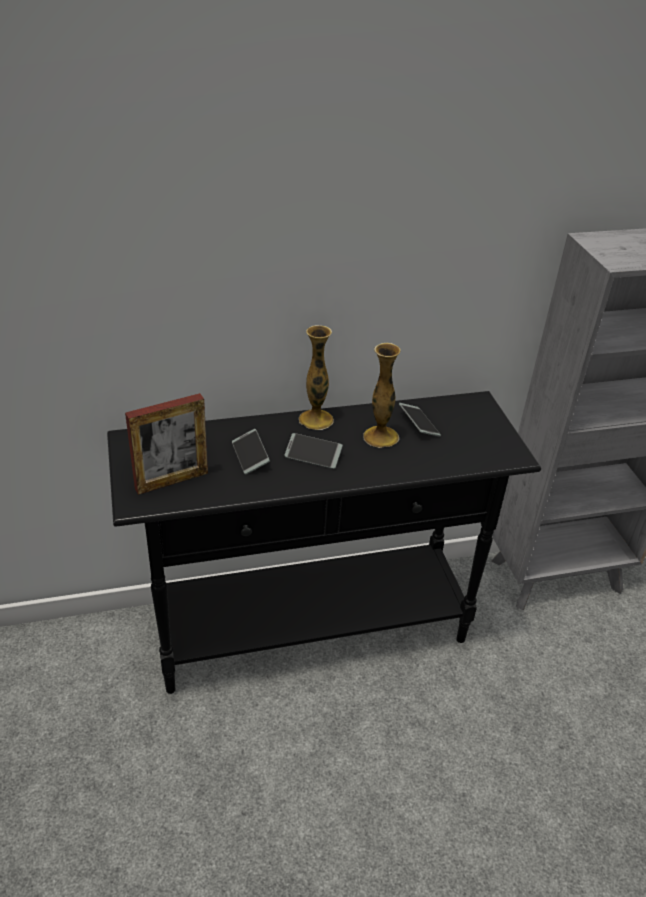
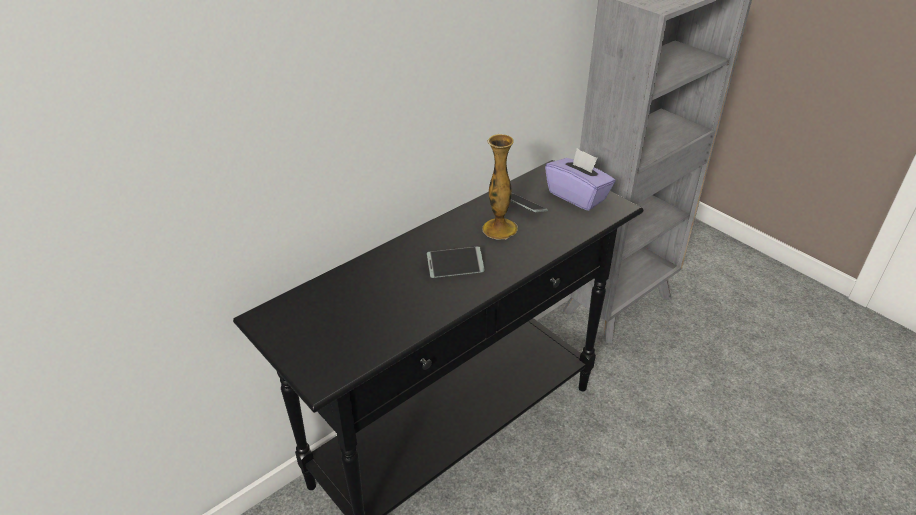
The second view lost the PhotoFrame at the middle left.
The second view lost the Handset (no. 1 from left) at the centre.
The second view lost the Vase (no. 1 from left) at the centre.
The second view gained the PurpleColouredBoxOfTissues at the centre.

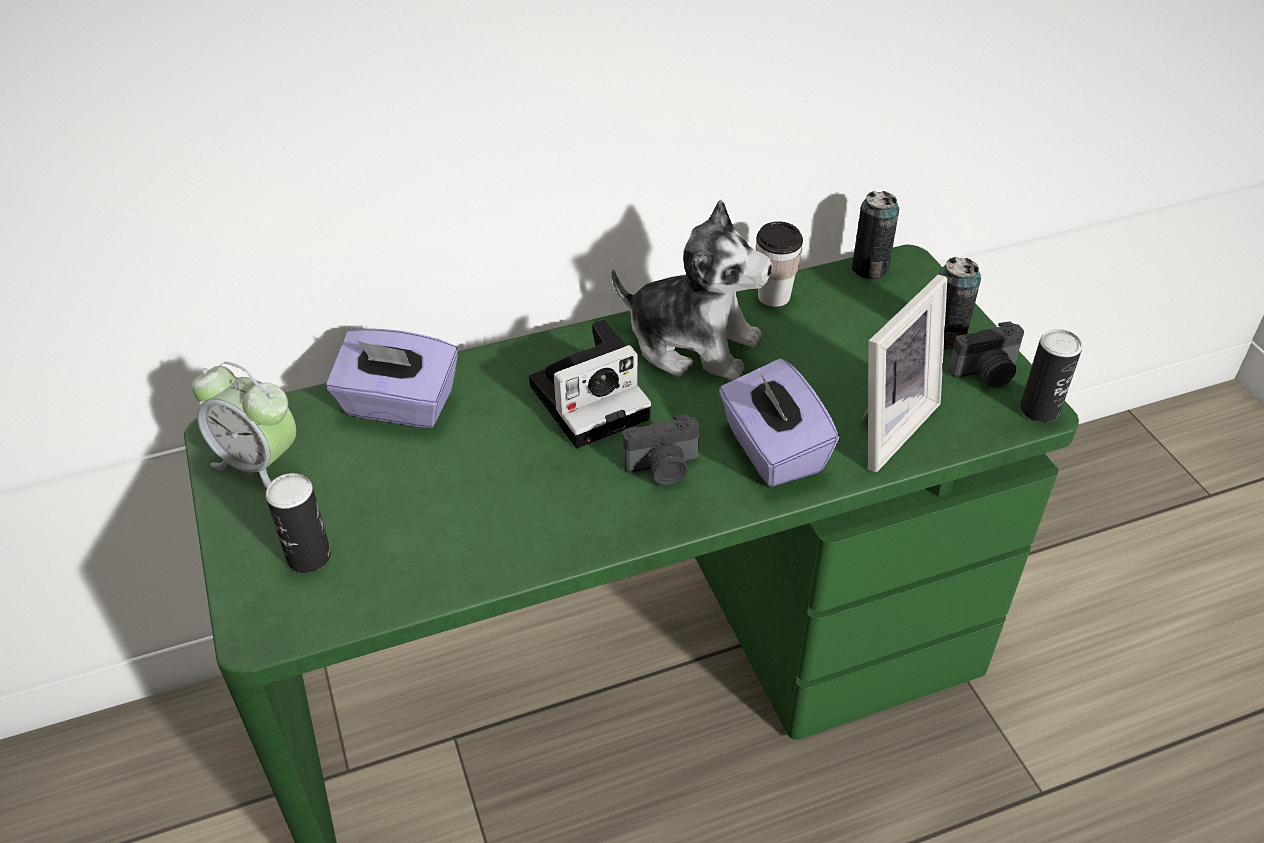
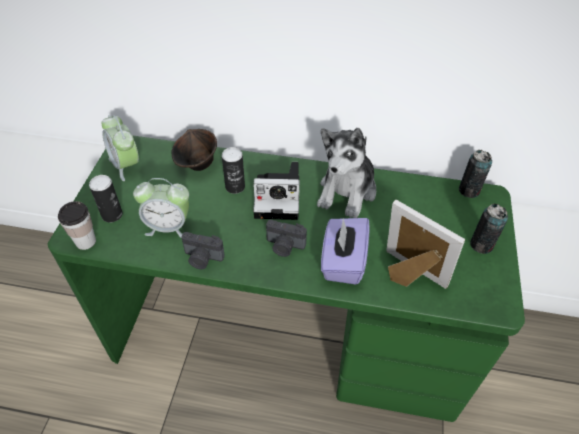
The second view gained the BedsideClock (no. 2 from left) at the middle left.
The SmallCup ended up elsewhere, having gone from the top centre to the middle left.
The PhotoCamera (no. 3 from left in the first image) ended up elsewhere, having gone from the middle right to the centre.
The Can (no. 4 from left in the first image) ended up elsewhere, having gone from the middle right to the centre.
Where the PurpleColouredBoxOfTissues (no. 1 from left) stood at the middle left, the BrownishBowl came to stand at the centre.
The SoftToy at the centre ended up facing another way, 60 degrees clockwise from before.
The PhotoFrame at the middle right ended up facing another way, 120 degrees counterclockwise from before.

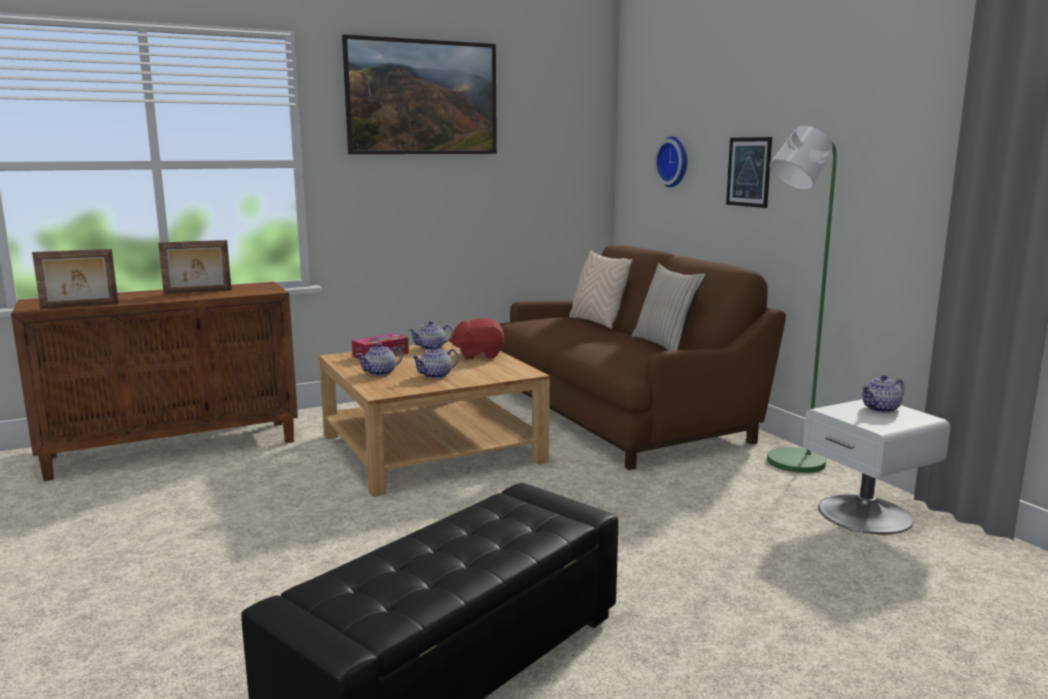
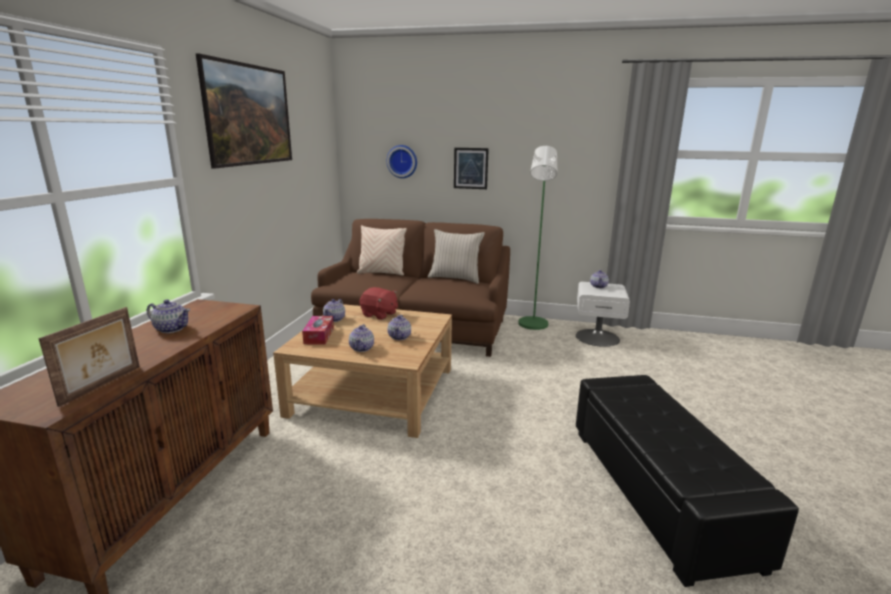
Where the PhotoFrame (no. 2 from left) stood at the middle left, the TeaPot (no. 1 from left) came to stand at the middle left.
The RedSoftToy at the centre ended up facing another way, 90 degrees counterclockwise from before.

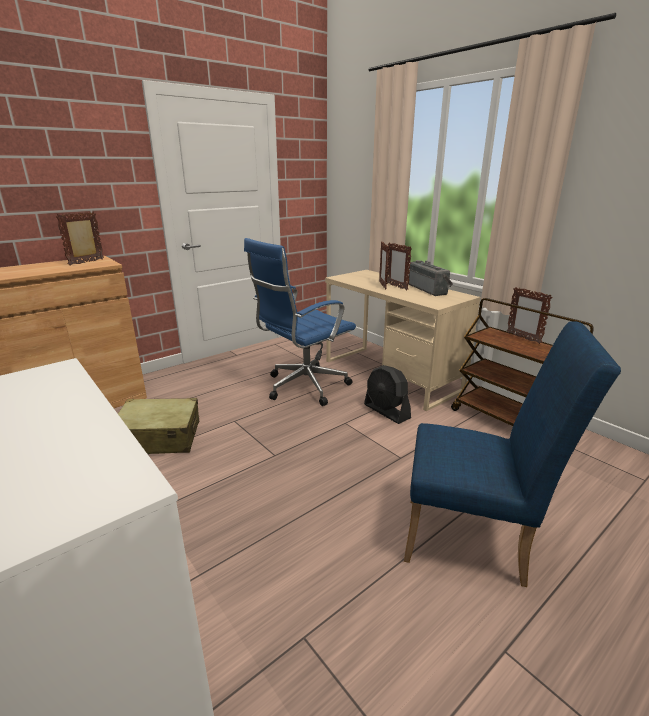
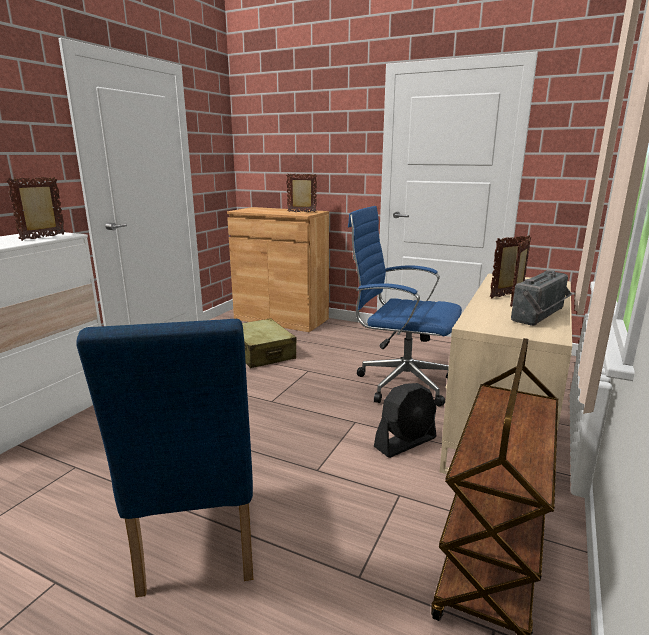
The PhotoFrame (no. 4 from left in the first image) ended up elsewhere, having gone from the middle right to the top left.
The BlackishFan at the centre ended up facing another way, 150 degrees counterclockwise from before.

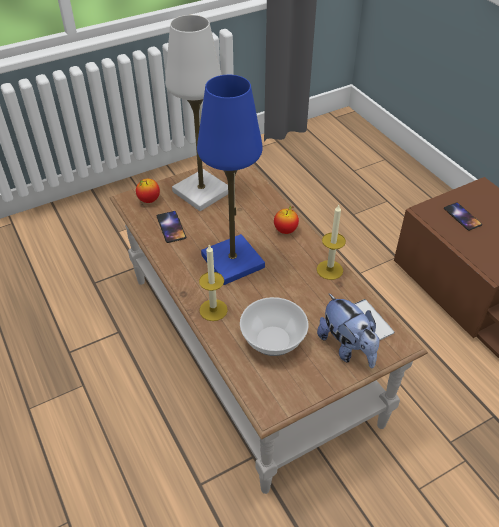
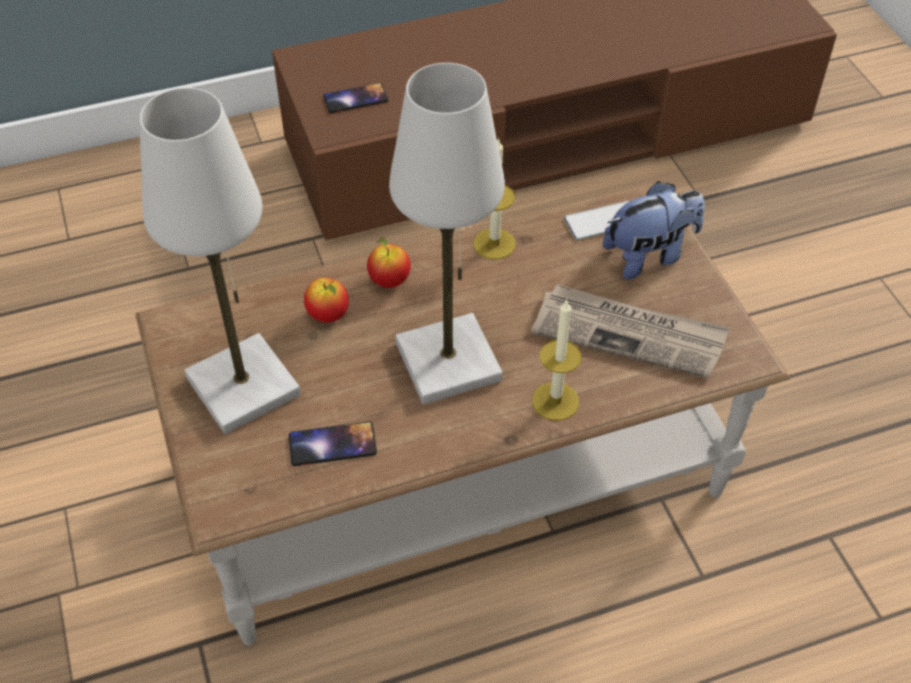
The AppleFruit (no. 1 from left) ended up elsewhere, having gone from the middle left to the centre.
Where the Bowl stood at the centre, the PrintedPaper came to stand at the middle right.
What was the BlueTabletopLamp at the centre turned into the WhitishTabletopLamp (no. 2 from left) at the centre.

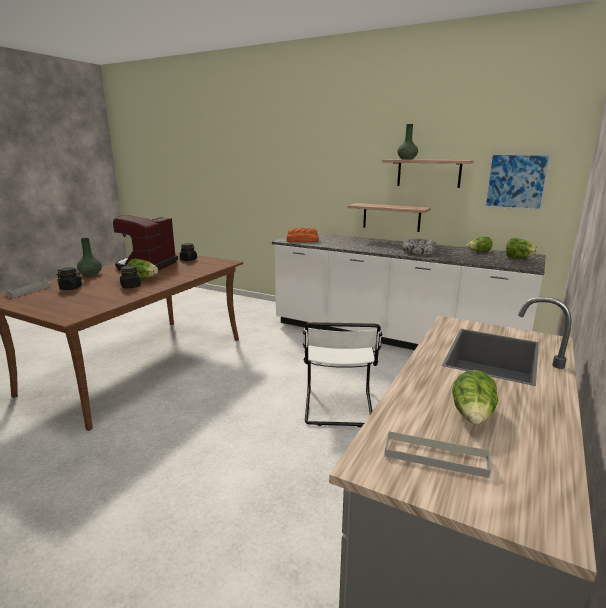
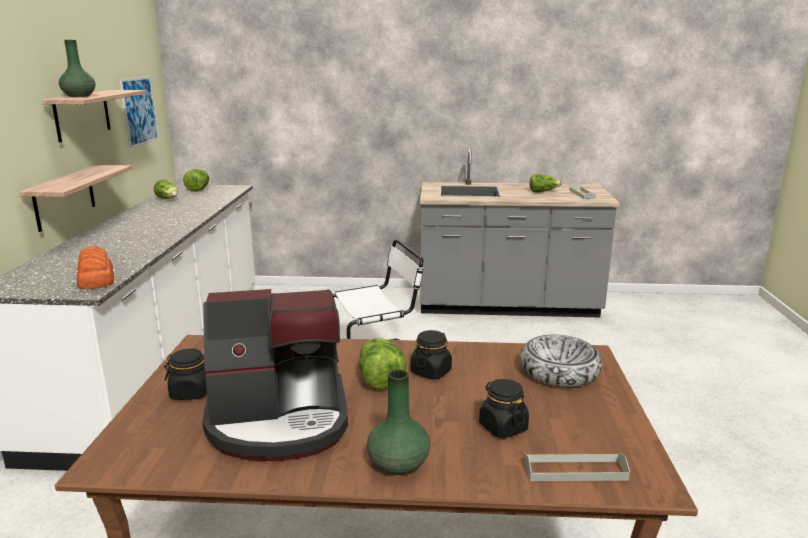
The Bowl ended up elsewhere, having gone from the middle right to the bottom right.

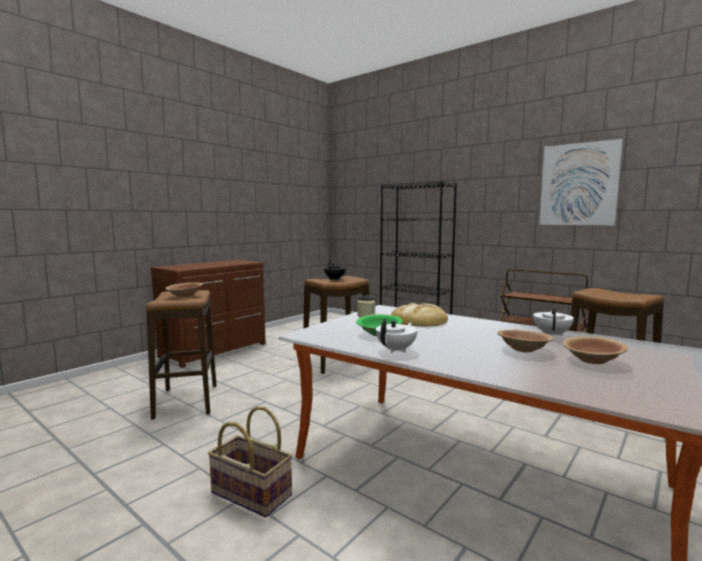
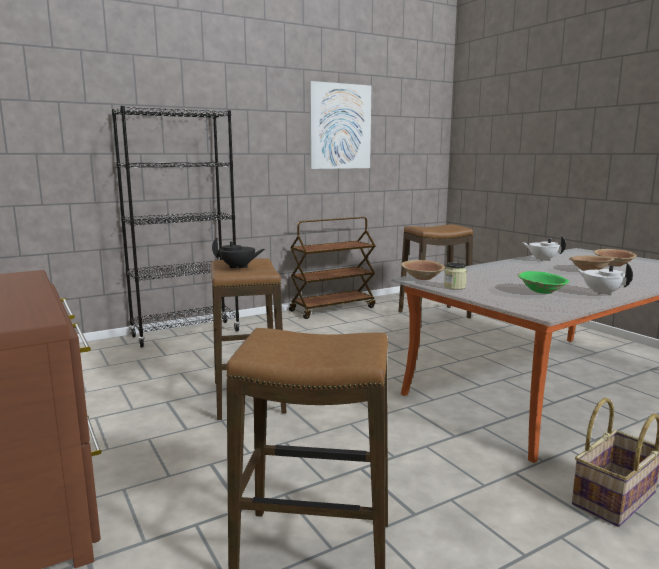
The second view lost the Bread at the centre.
The BrownishBowl (no. 1 from left) ended up elsewhere, having gone from the middle left to the centre.

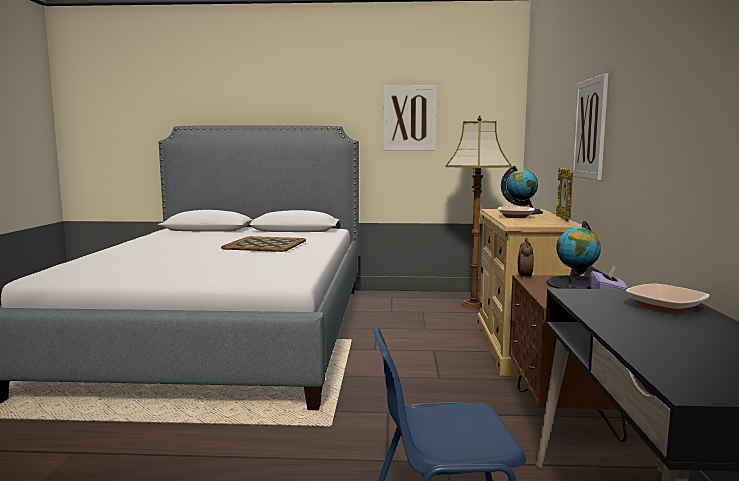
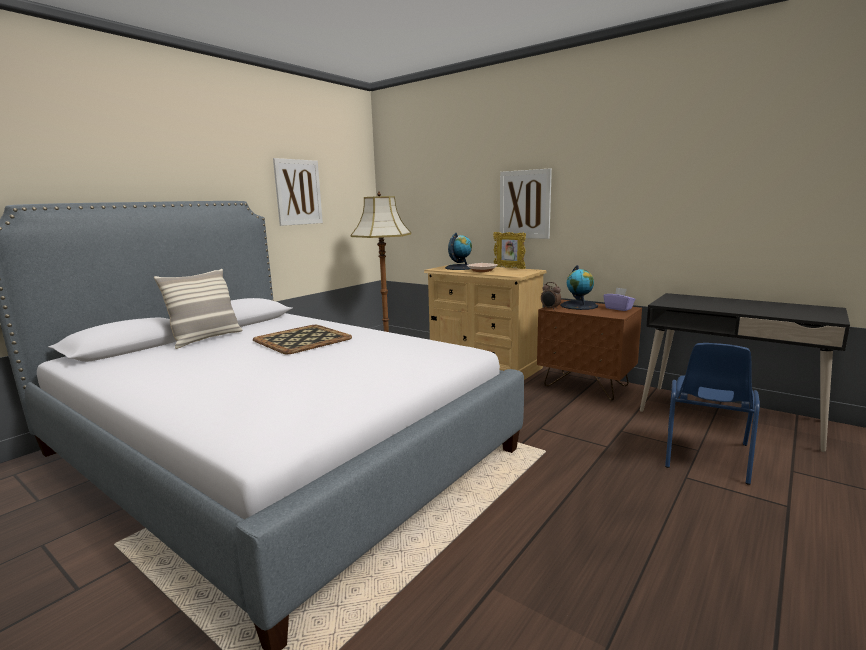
The second view lost the Bowl (no. 2 from left) at the middle right.
The second view gained the Cushion at the middle left.

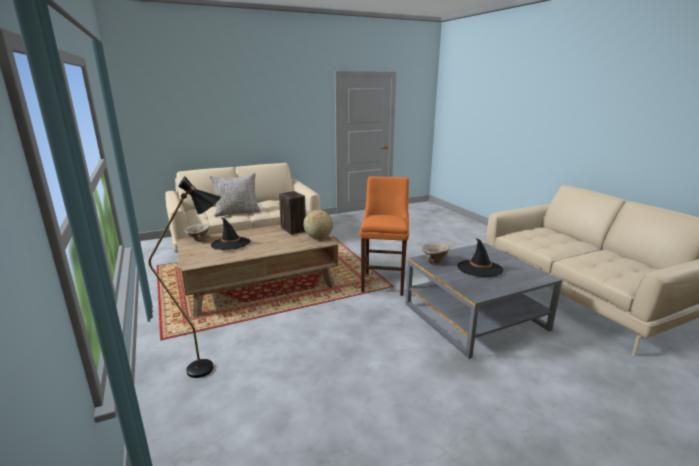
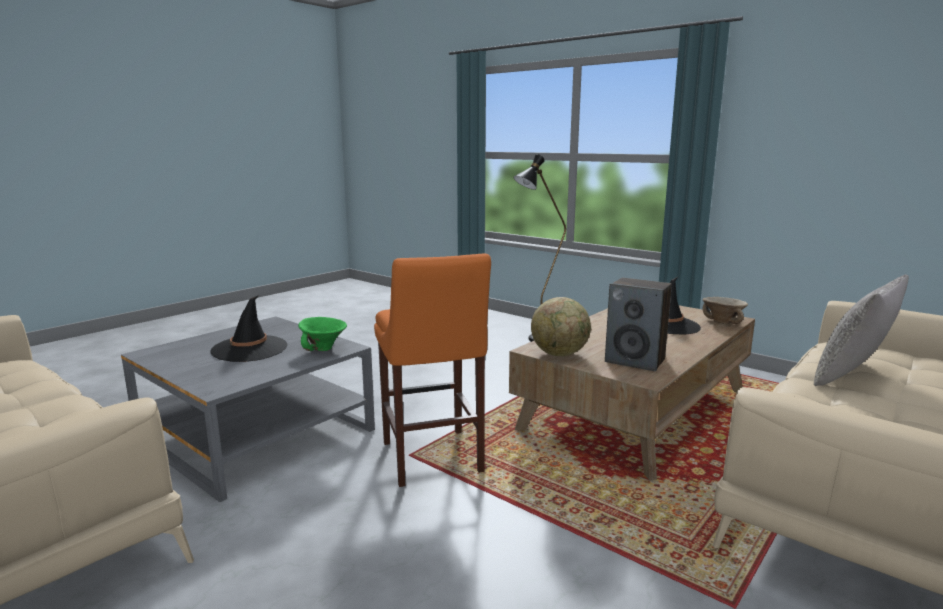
What was the SandColouredBowl (no. 2 from left) at the centre turned into the GreenishBowl at the centre.

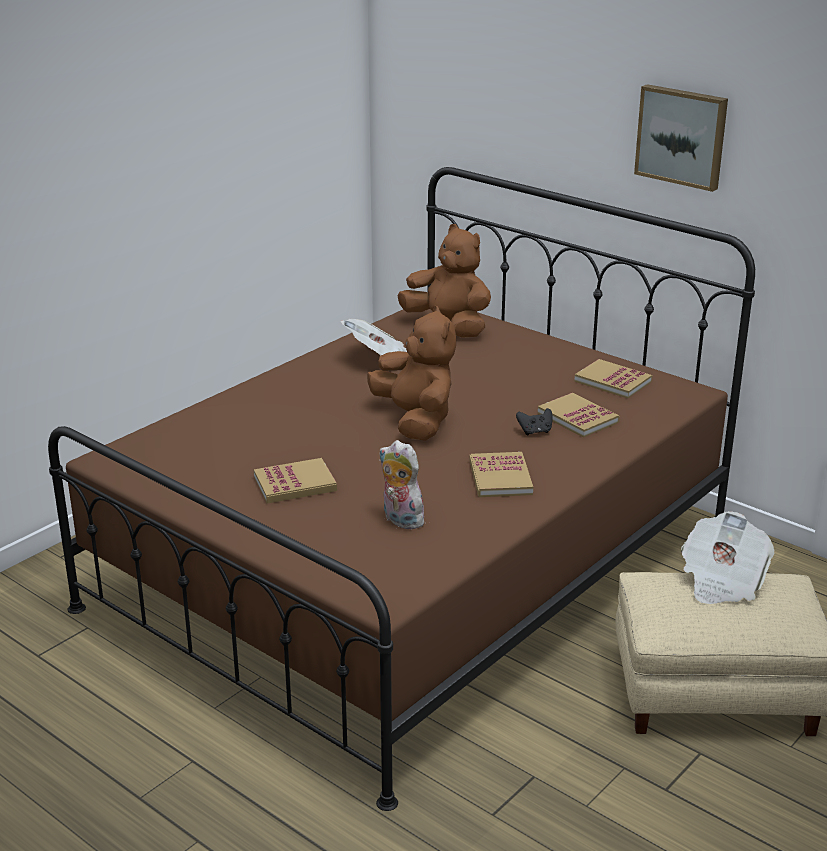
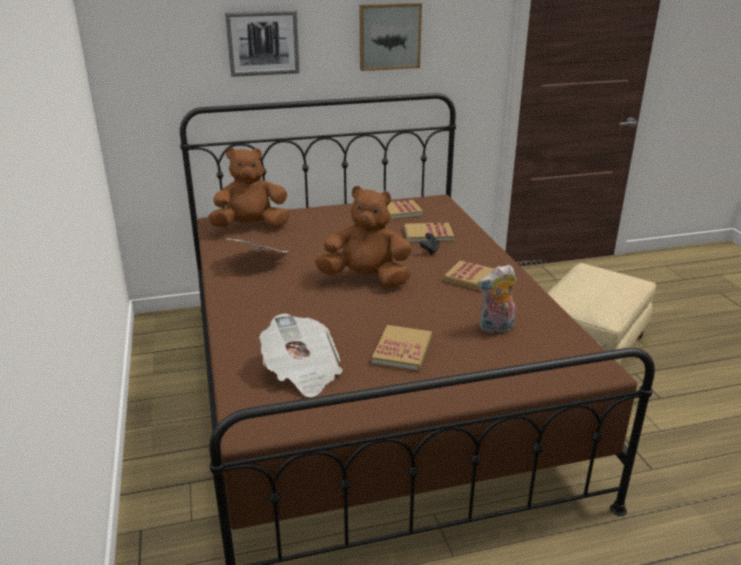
The second view gained the WallPicture (no. 1 from left) at the top centre.
The PrintedPaper (no. 2 from left) ended up elsewhere, having gone from the middle right to the centre.

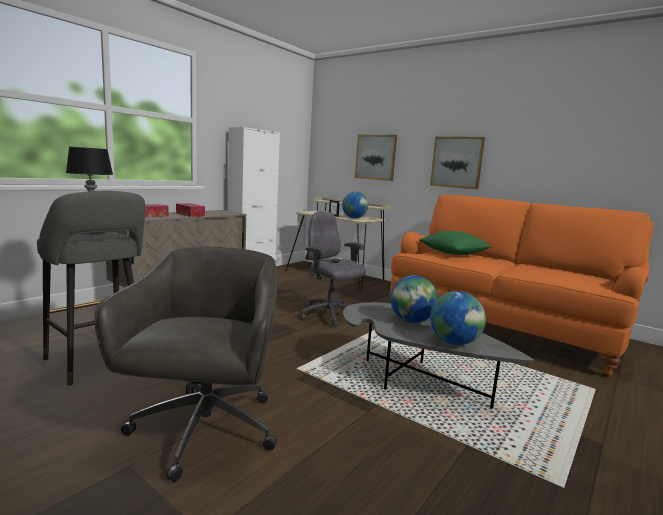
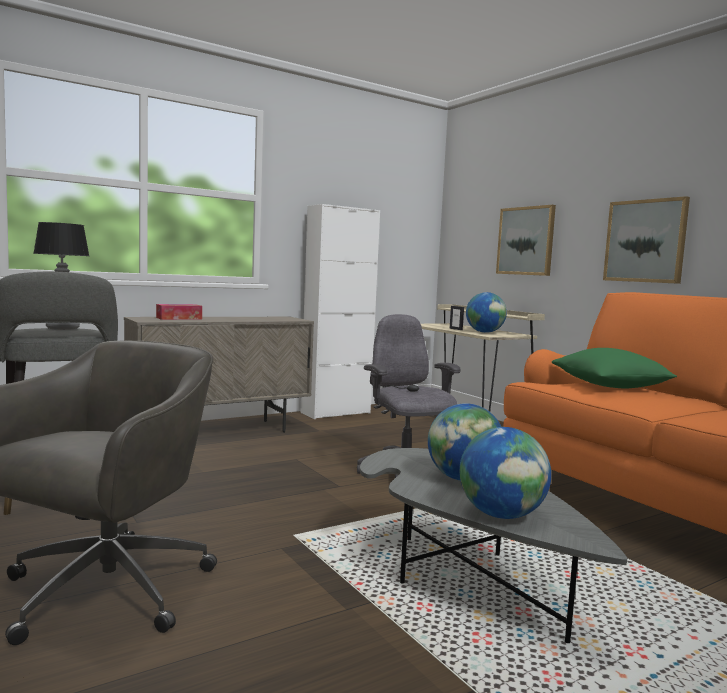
The second view lost the BoxOfTissues (no. 2 from left) at the middle left.

